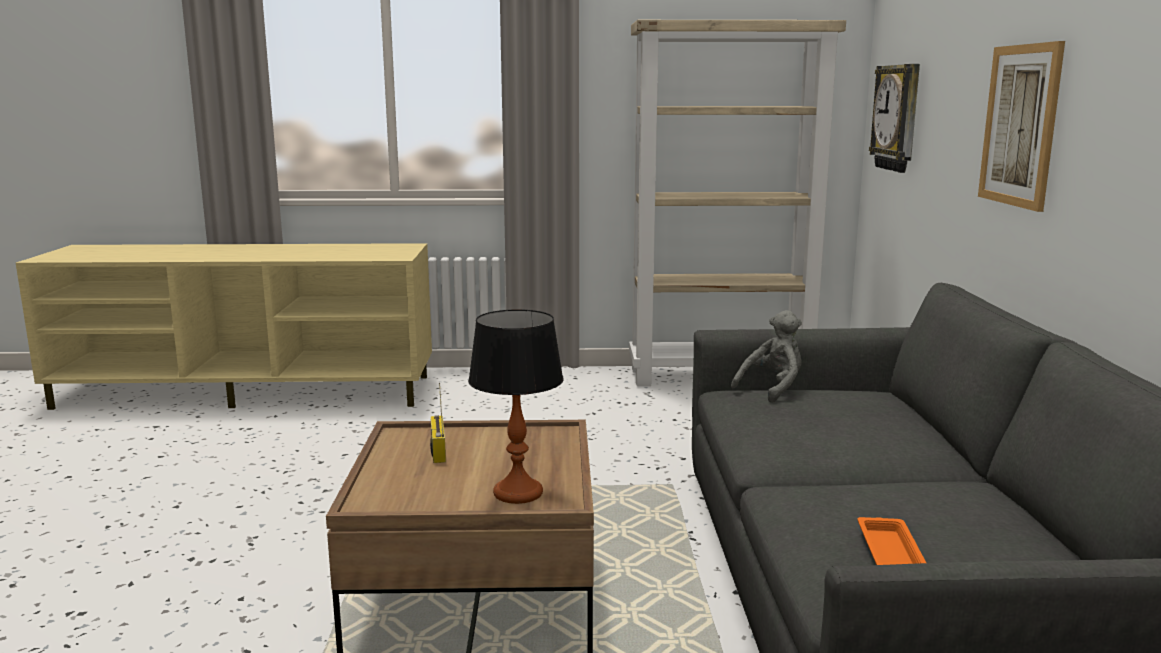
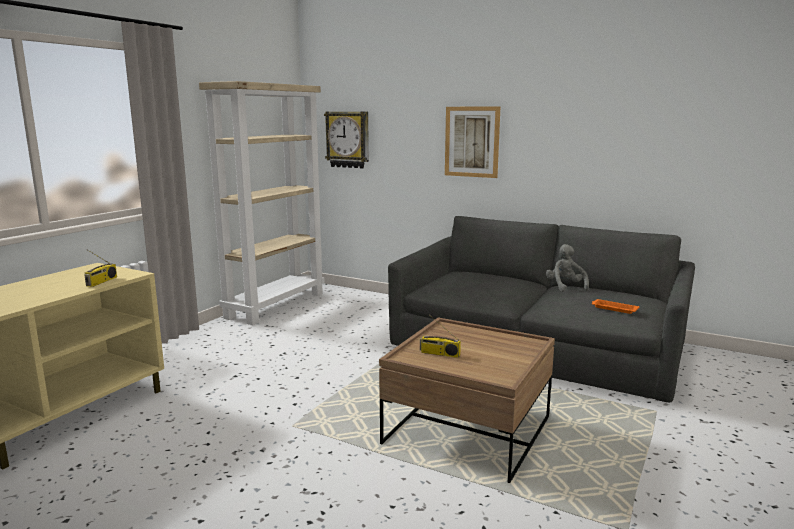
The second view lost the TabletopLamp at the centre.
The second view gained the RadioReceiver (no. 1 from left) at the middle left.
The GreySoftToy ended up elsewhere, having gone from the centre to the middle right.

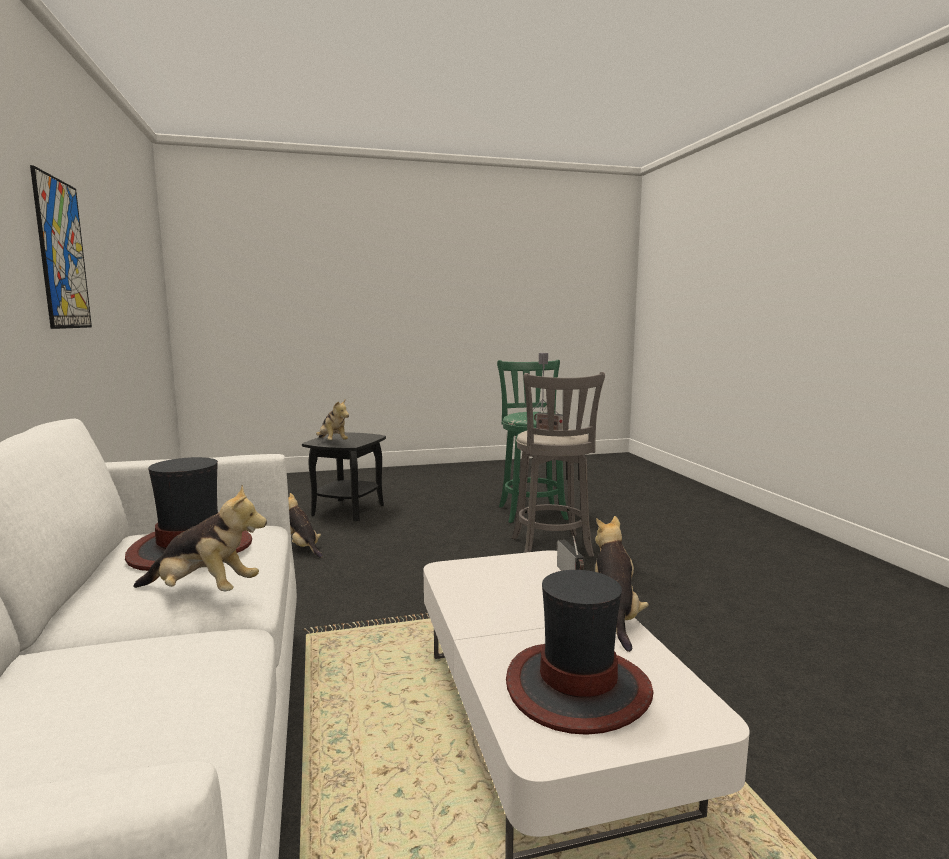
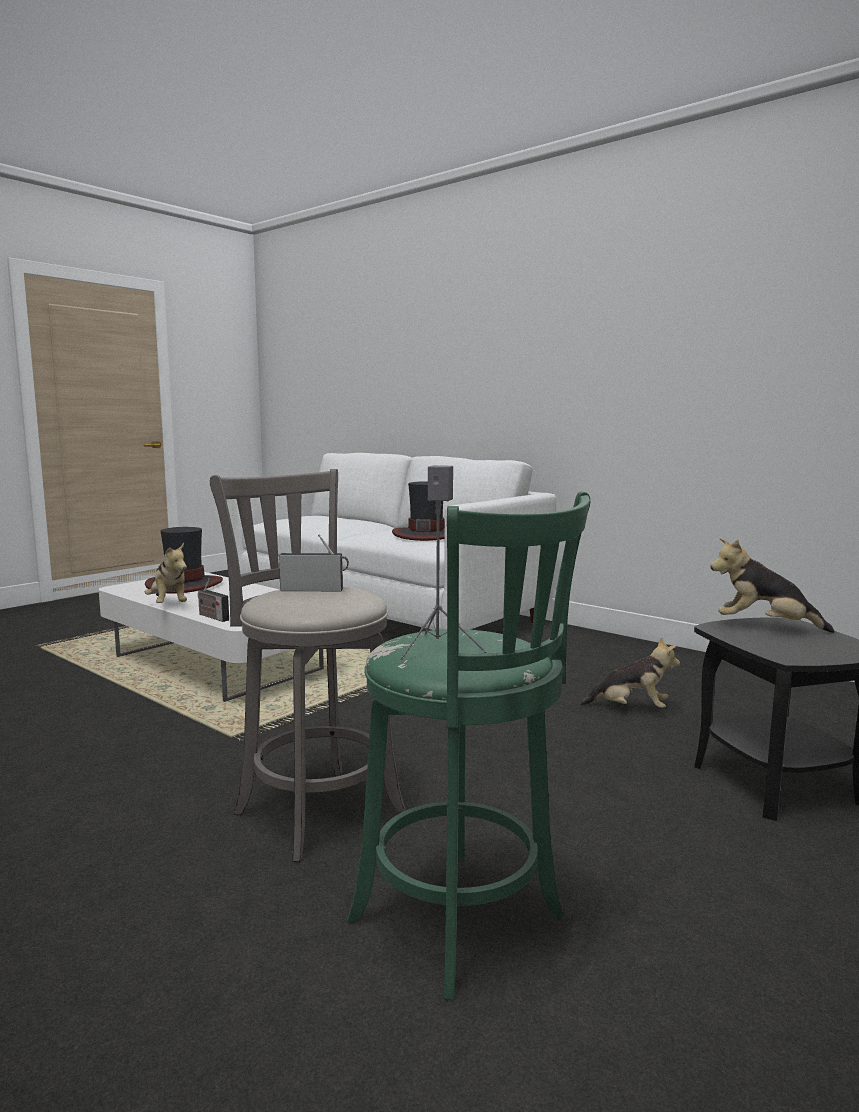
The second view lost the WallPicture at the top left.
The second view lost the SoftToy (no. 1 from left) at the middle left.

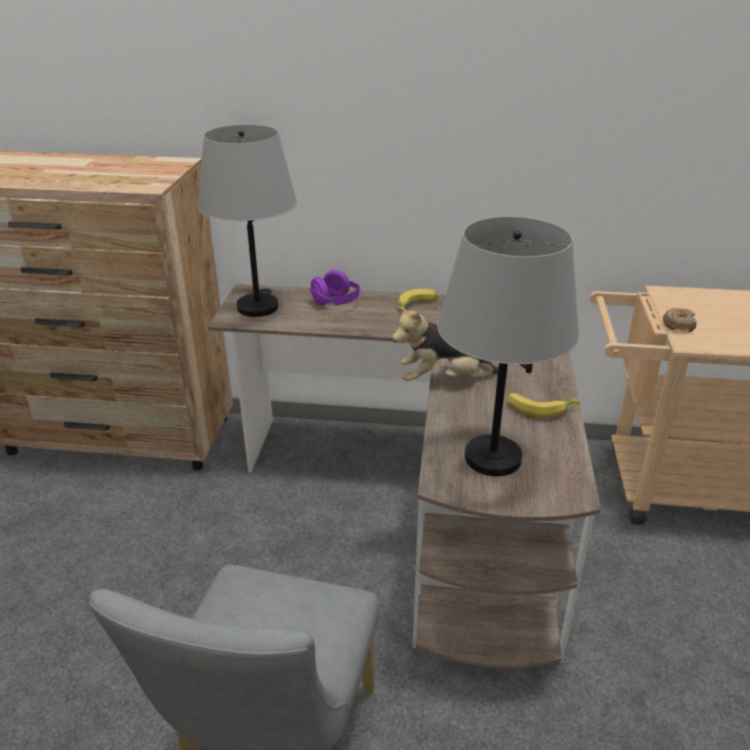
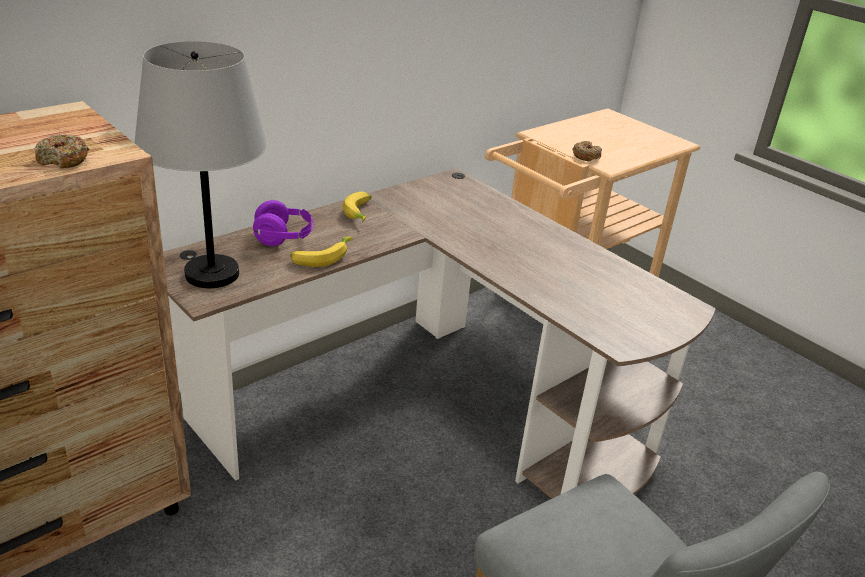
The second view lost the SoftToy at the centre.
The second view lost the GreyTabletopLamp (no. 2 from left) at the middle right.
The second view gained the Donut (no. 1 from left) at the top left.
The BananaFruit (no. 2 from left in the first image) ended up elsewhere, having gone from the middle right to the centre.

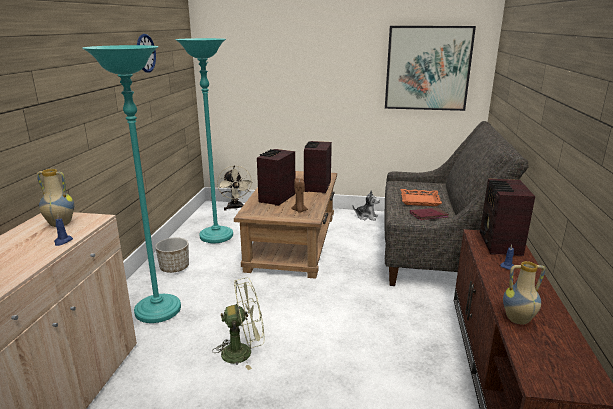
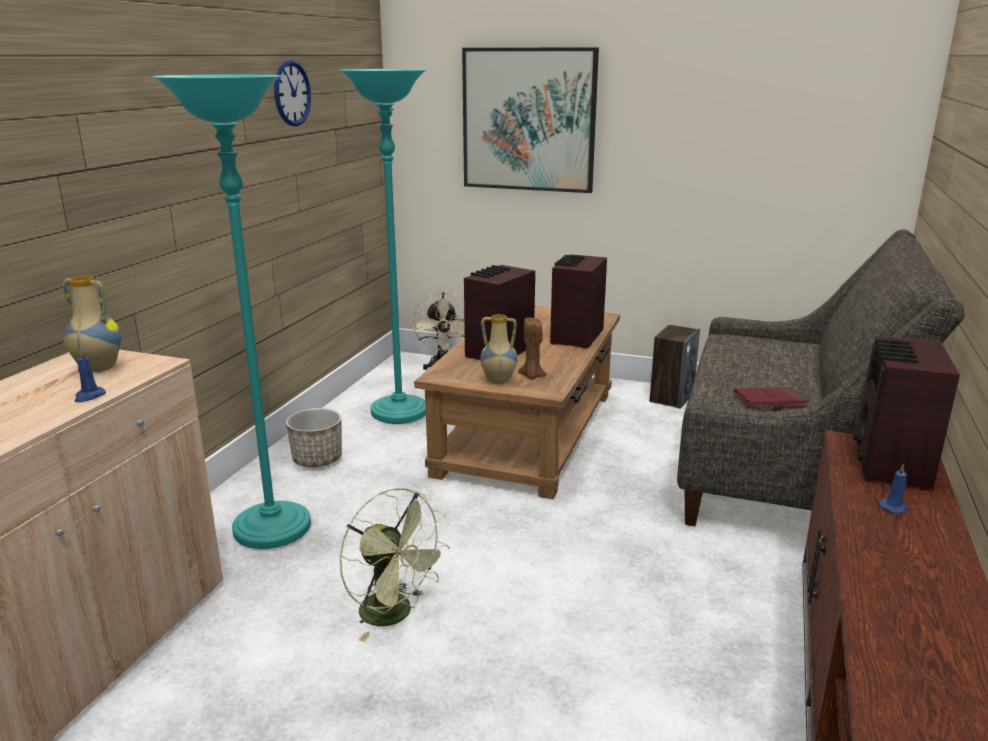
The second view lost the OrangeyServingTray at the middle right.
The WallPicture ended up elsewhere, having gone from the top right to the top centre.
The Vase (no. 2 from left) ended up elsewhere, having gone from the bottom right to the centre.
Where the SoftToy stood at the centre, the Loudspeaker came to stand at the middle right.
The GreenishFan at the bottom centre ended up facing another way, 45 degrees clockwise from before.

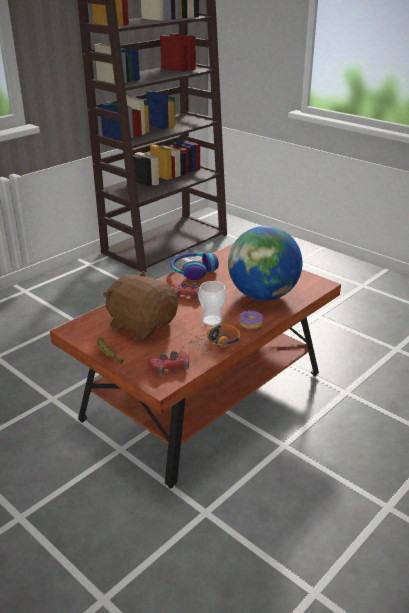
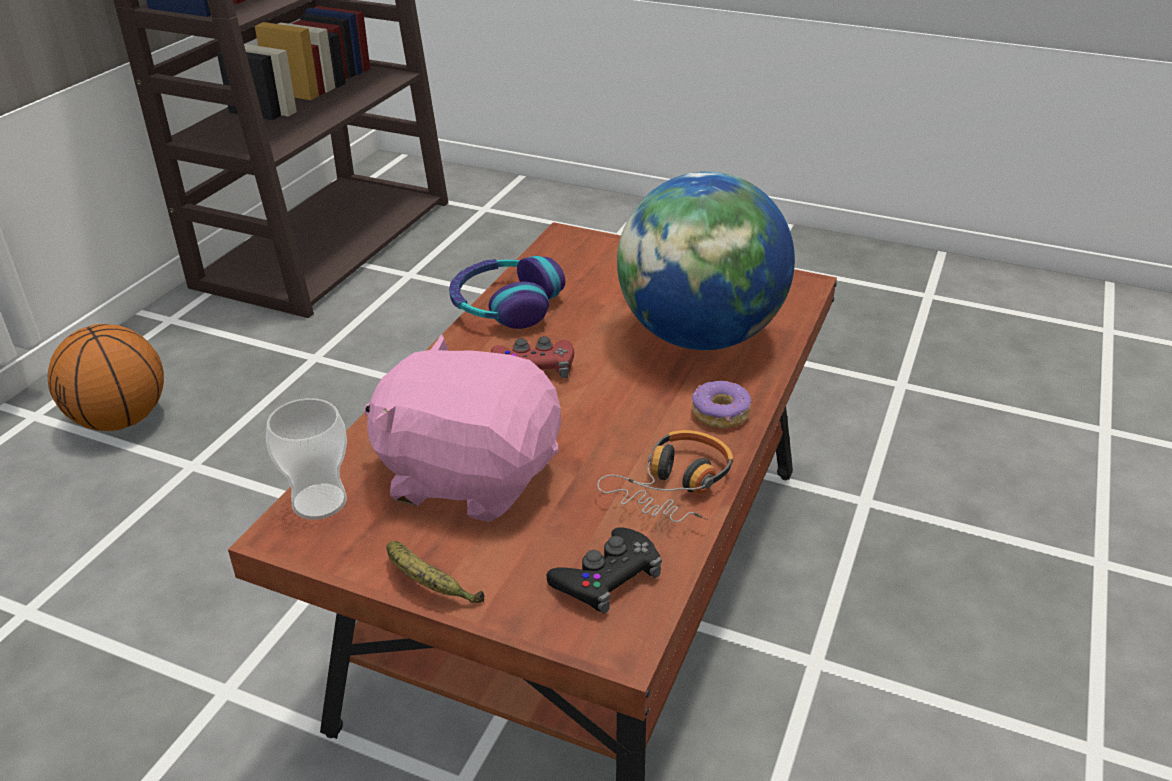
The second view gained the BasketballBall at the middle left.
The SmallCup ended up elsewhere, having gone from the centre to the middle left.
What was the BrownishSoftToy at the centre turned into the PinkishSoftToy at the centre.
What was the RedGamepad (no. 1 from left) at the centre turned into the BlackishGamepad at the bottom centre.

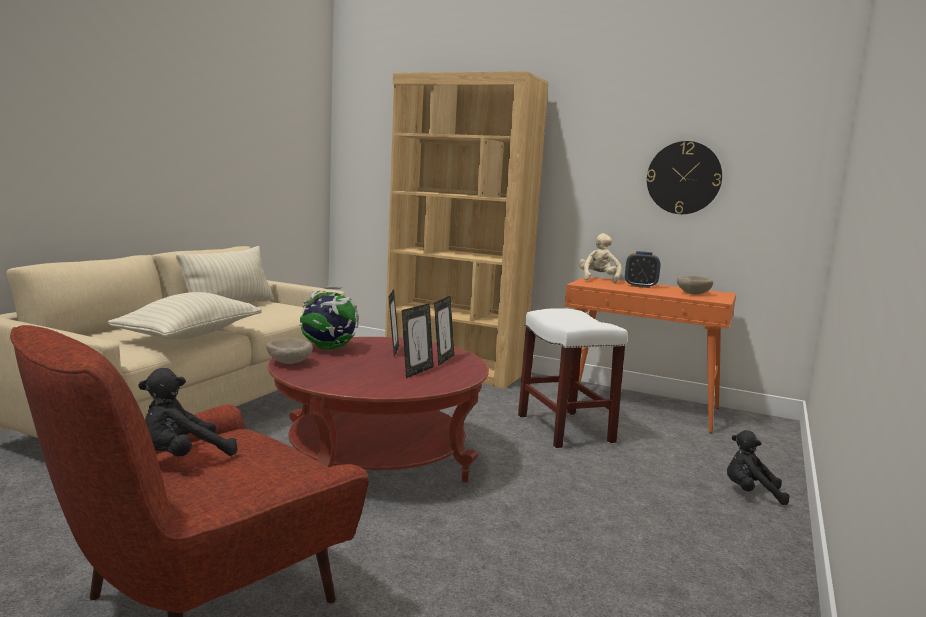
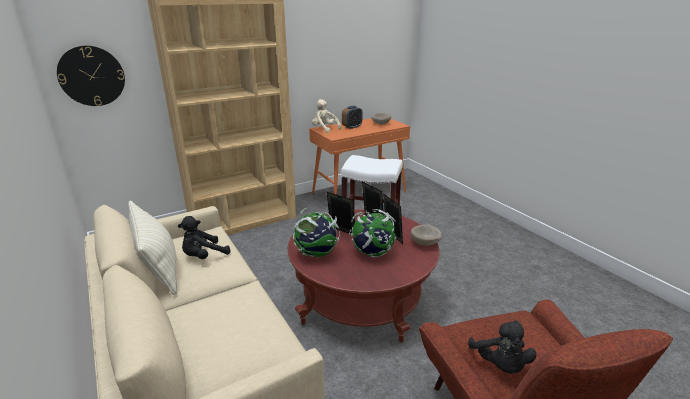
The second view lost the SandColouredCushion (no. 1 from left) at the middle left.
The second view gained the DeskGlobe (no. 2 from left) at the centre.
The SandColouredBowl (no. 1 from left in the first image) ended up elsewhere, having gone from the middle left to the centre.
The ClockOnTheWall ended up elsewhere, having gone from the top right to the top left.
The BlackishSoftToy (no. 2 from left in the first image) ended up elsewhere, having gone from the bottom right to the middle left.

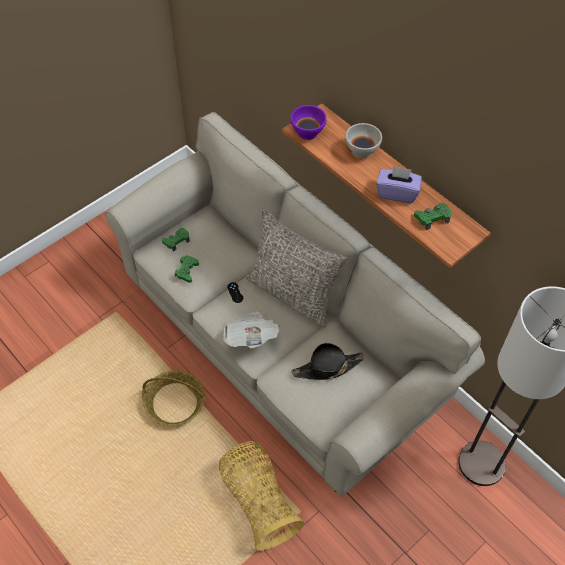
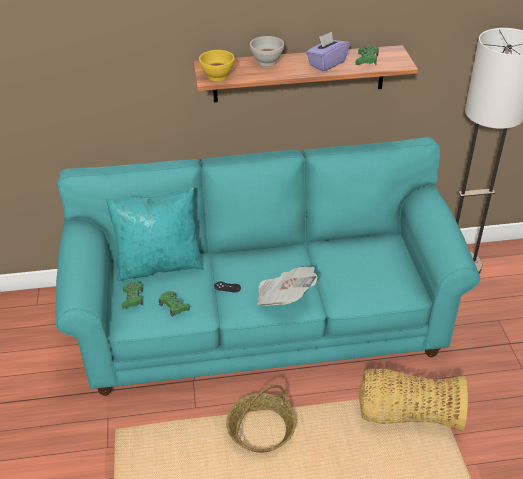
The second view lost the GreyCushion at the centre.
The second view lost the BlackishWearableHat at the centre.
The second view gained the BlueGreenCushion at the middle left.
What was the SandColouredCouch at the centre turned into the BlueGreenCouch at the centre.
What was the PurpleColouredBowl at the top centre turned into the YellowishBowl at the top centre.

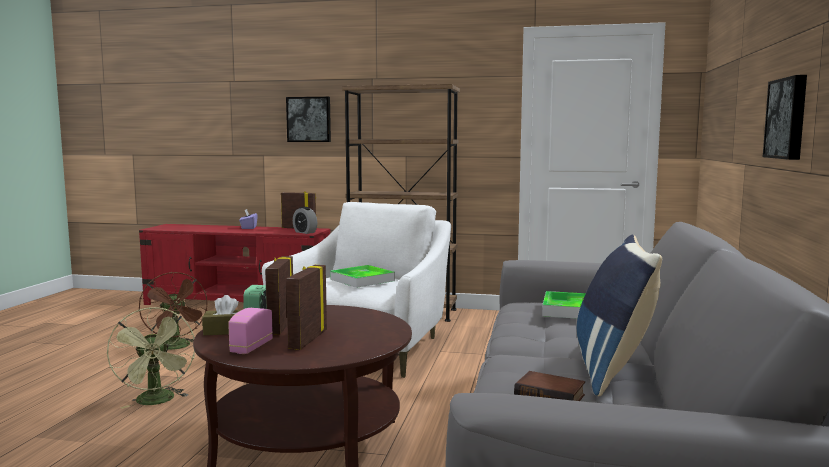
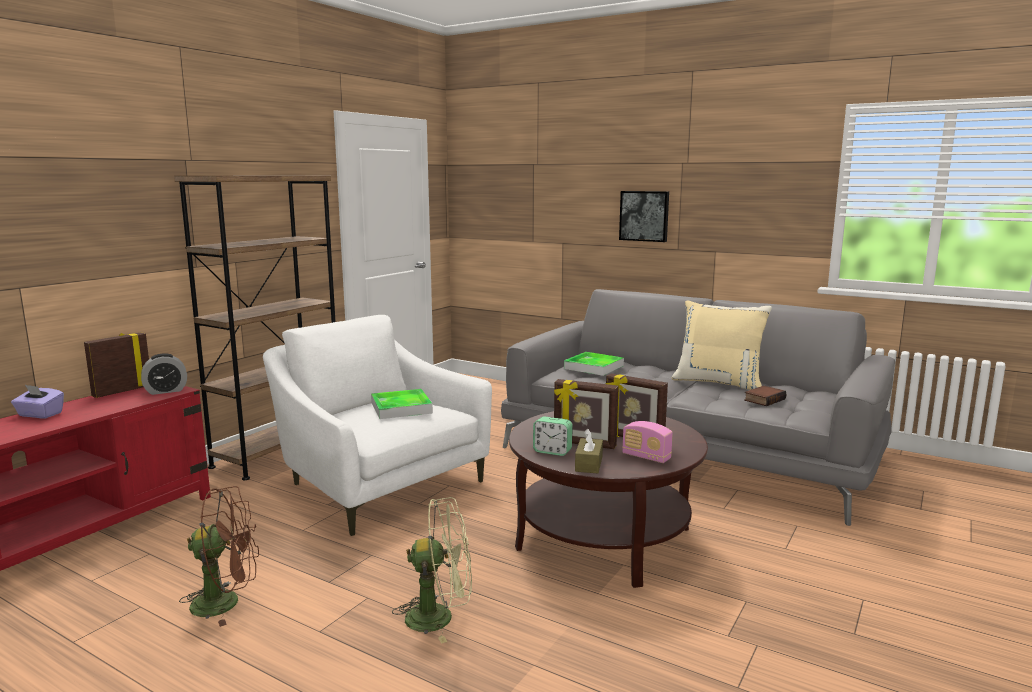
The second view lost the WallPicture (no. 1 from left) at the top centre.
What was the BlueCushion at the bottom right turned into the SandColouredCushion at the middle right.

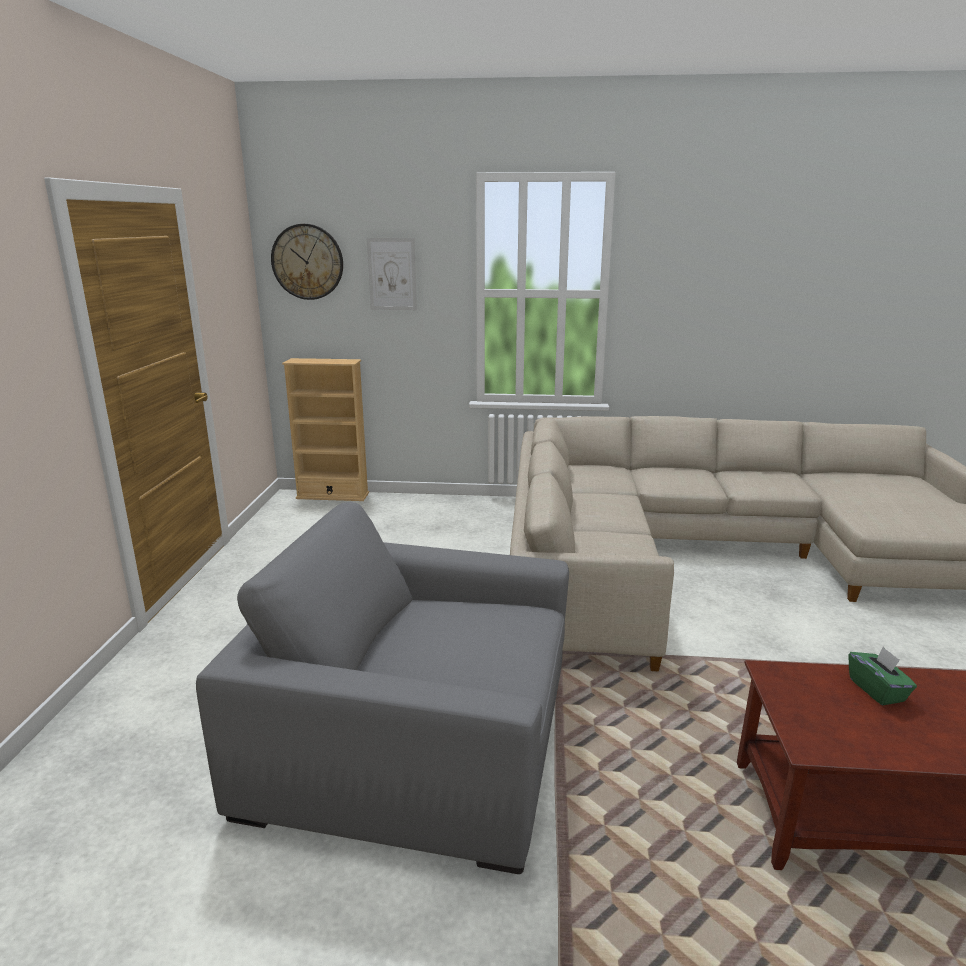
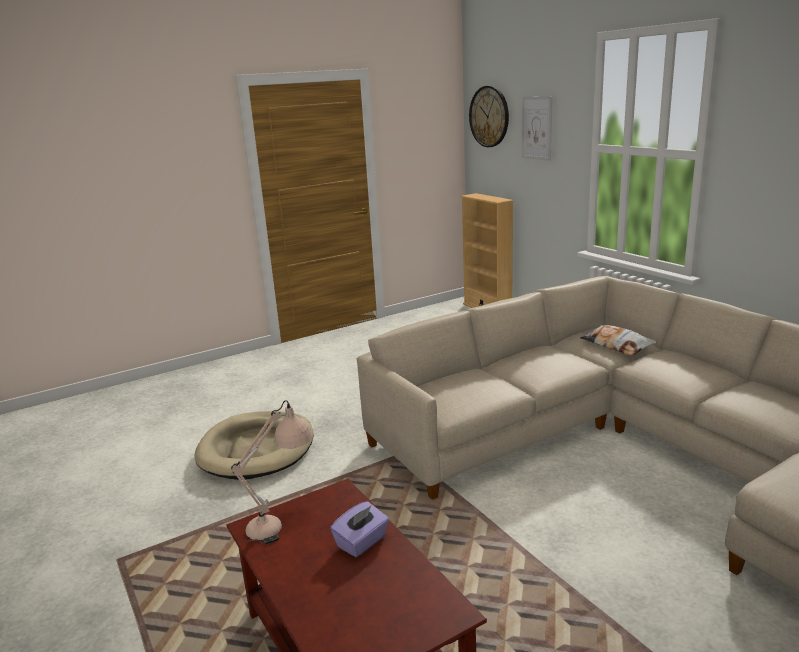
The second view gained the SandColouredTabletopLamp at the bottom centre.
The second view gained the Cushion at the middle right.
Where the GreyLoungeChair stood at the bottom centre, the SandColouredDogCushion came to stand at the bottom left.
What was the GreenishBoxOfTissues at the bottom right turned into the PurpleColouredBoxOfTissues at the bottom centre.

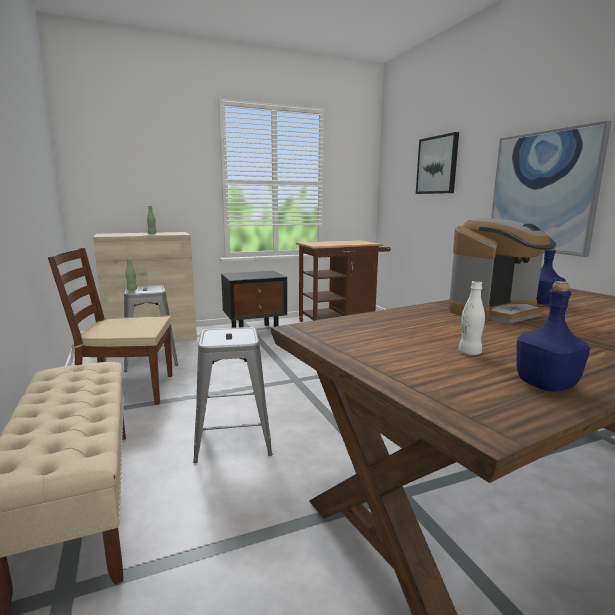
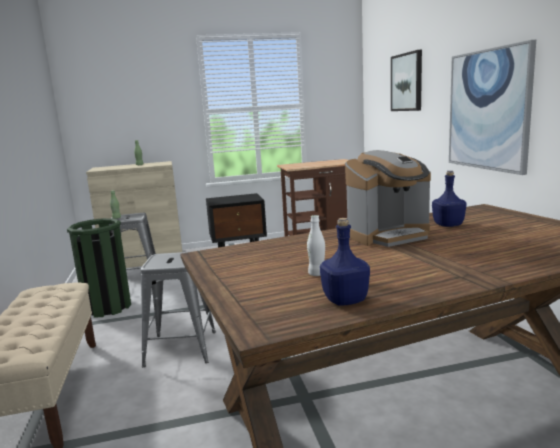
Where the BrownishPlainChair stood at the middle left, the GreenishWasteBin came to stand at the middle left.

